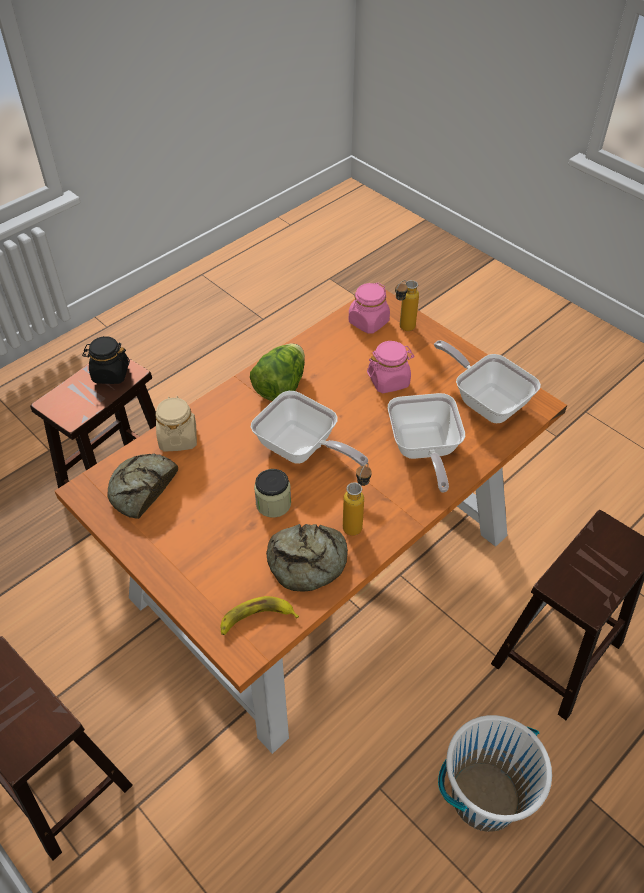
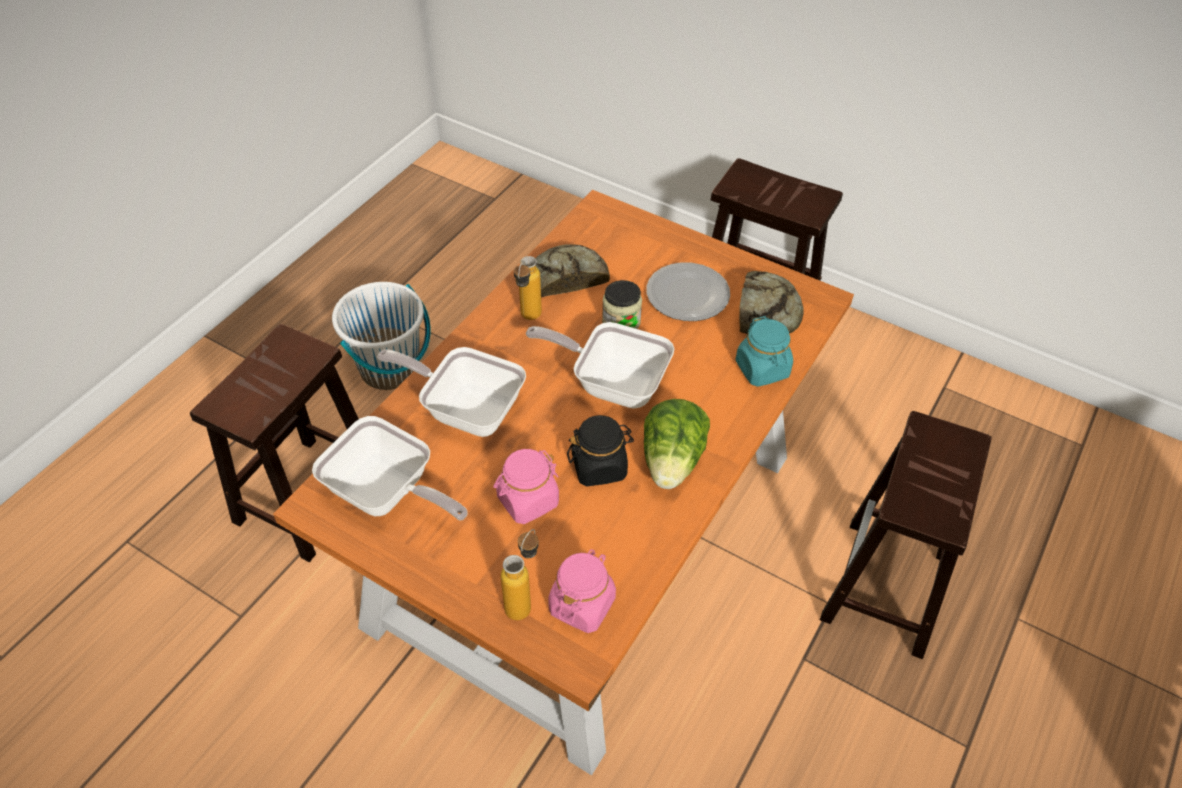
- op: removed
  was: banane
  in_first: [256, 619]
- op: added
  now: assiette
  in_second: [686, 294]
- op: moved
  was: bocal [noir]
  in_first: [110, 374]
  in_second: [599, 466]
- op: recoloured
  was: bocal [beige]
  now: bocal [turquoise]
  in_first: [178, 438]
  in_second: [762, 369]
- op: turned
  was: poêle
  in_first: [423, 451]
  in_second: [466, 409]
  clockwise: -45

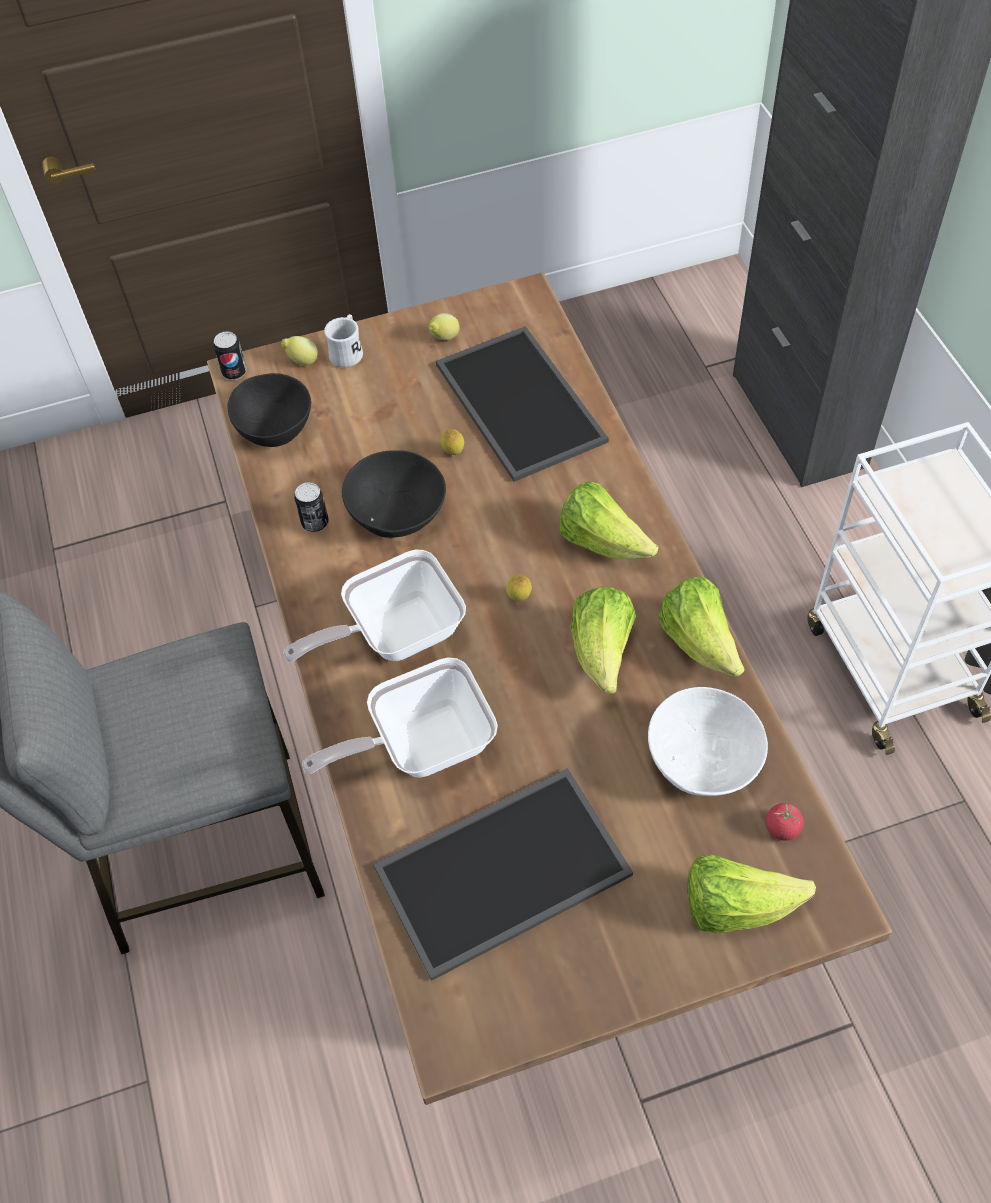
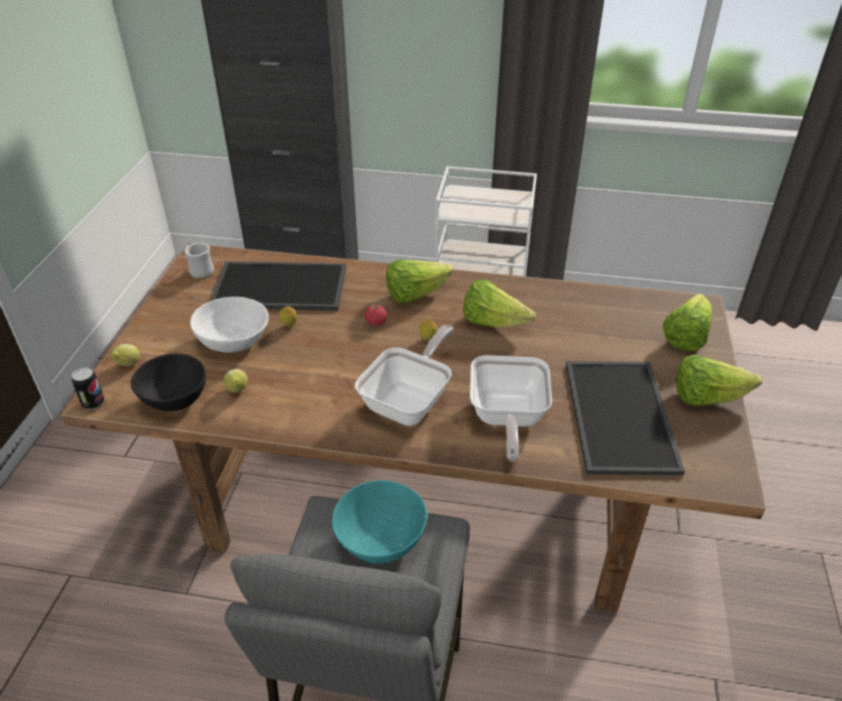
- op: removed
  was: boîte métallique
  in_first: [315, 523]
- op: removed
  was: bol [noir]
  in_first: [397, 513]
- op: added
  now: bol [turquoise]
  in_second: [380, 538]
- op: moved
  was: mug [blanc]
  in_first: [348, 352]
  in_second: [199, 270]
- op: moved
  was: citron
  in_first: [444, 338]
  in_second: [237, 391]
- op: moved
  was: bol [blanc]
  in_first: [703, 759]
  in_second: [233, 340]
- op: moved
  was: laitue
  in_first: [699, 642]
  in_second: [706, 397]
- op: moved
  was: tomate
  in_first: [782, 828]
  in_second: [376, 322]
- op: turned
  was: poêle
  in_first: [395, 634]
  in_second: [410, 401]
  clockwise: -150

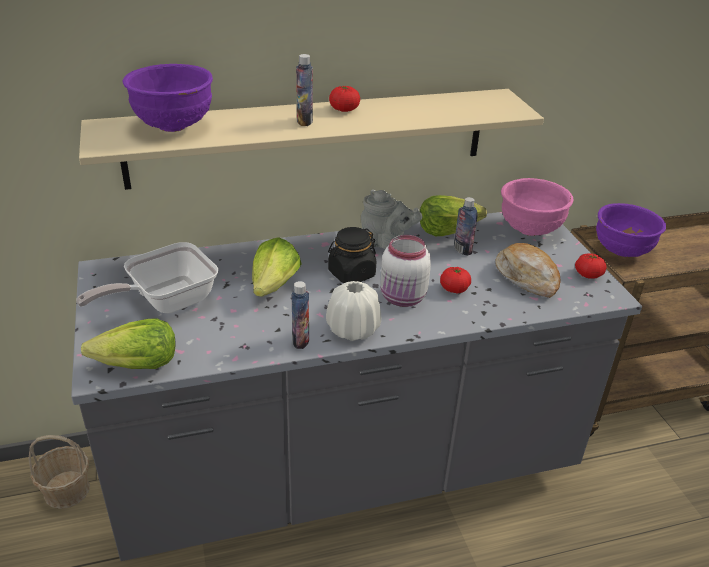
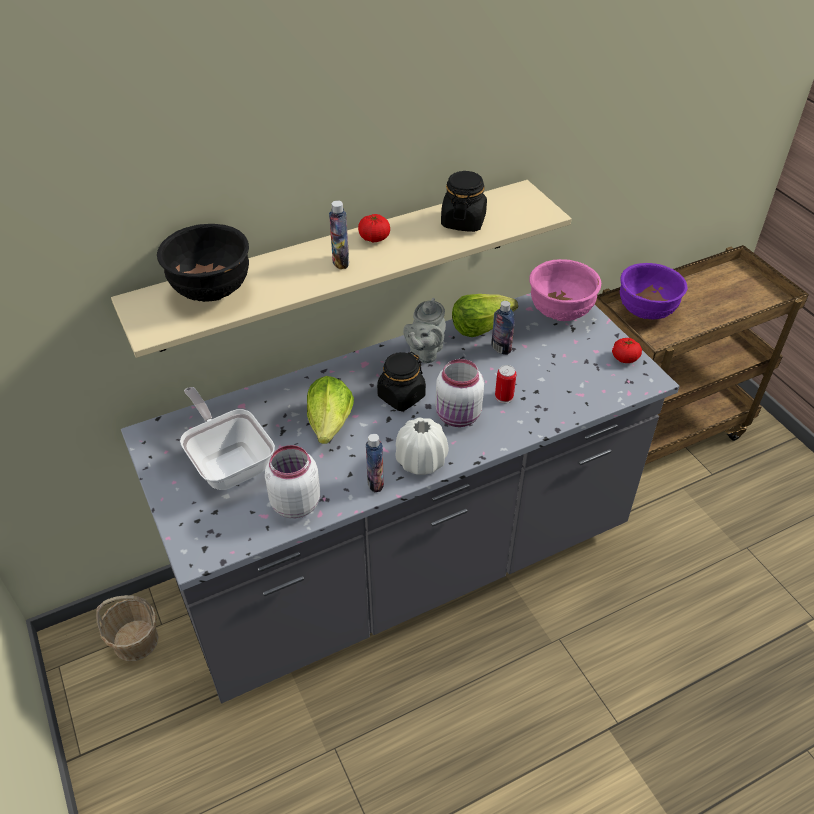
- op: removed
  was: laitue
  in_first: [137, 365]
- op: removed
  was: pain
  in_first: [527, 277]
- op: added
  now: bocal [blanc]
  in_second: [294, 503]
- op: added
  now: bocal [noir]
  in_second: [463, 221]
- op: replaced
  was: tomate
  now: boîte métallique
  in_first: [454, 289]
  in_second: [504, 397]
- op: recoloured
  was: bol [violet]
  now: bol [noir]
  in_first: [174, 126]
  in_second: [211, 291]
- op: turned
  was: poêle
  in_first: [165, 302]
  in_second: [229, 462]
  clockwise: 105
- op: turned
  was: théière [gris]
  in_first: [386, 243]
  in_second: [424, 352]
  clockwise: 105

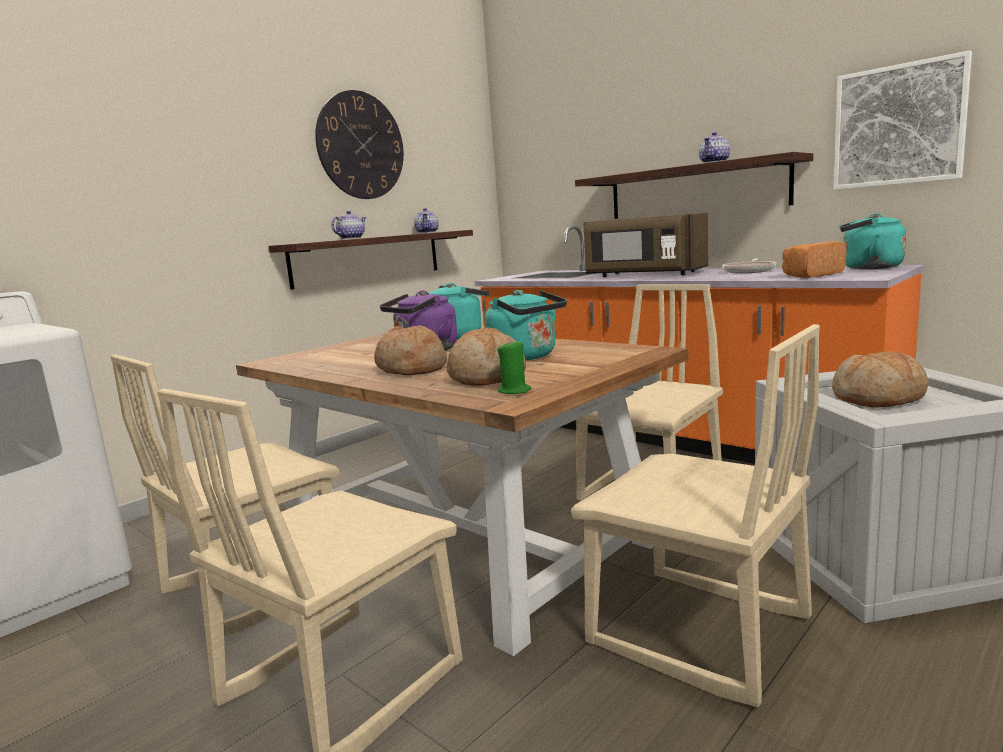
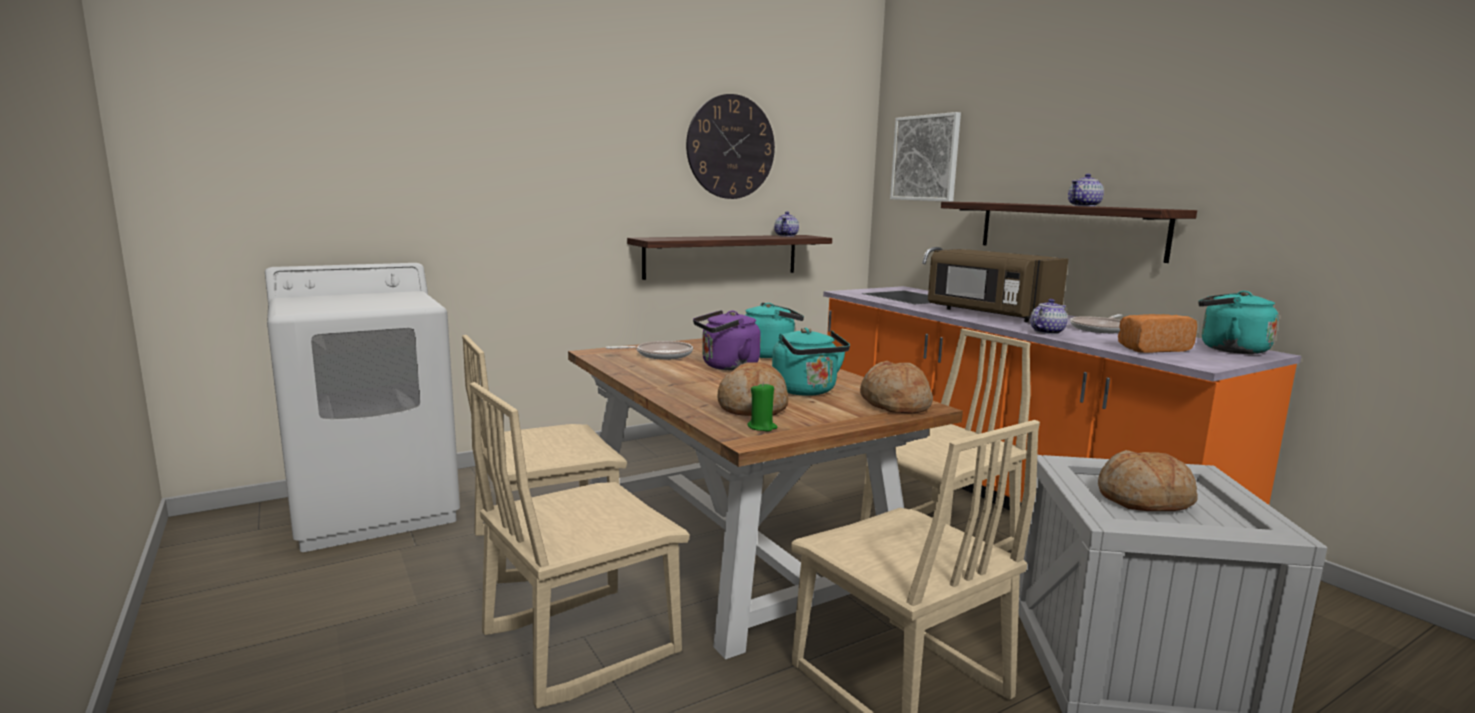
- op: added
  now: poêle
  in_second: [660, 355]
- op: moved
  was: théière
  in_first: [351, 238]
  in_second: [1047, 332]
- op: moved
  was: pain
  in_first: [411, 369]
  in_second: [895, 404]
- op: moved
  was: tableau
  in_first: [898, 125]
  in_second: [925, 158]

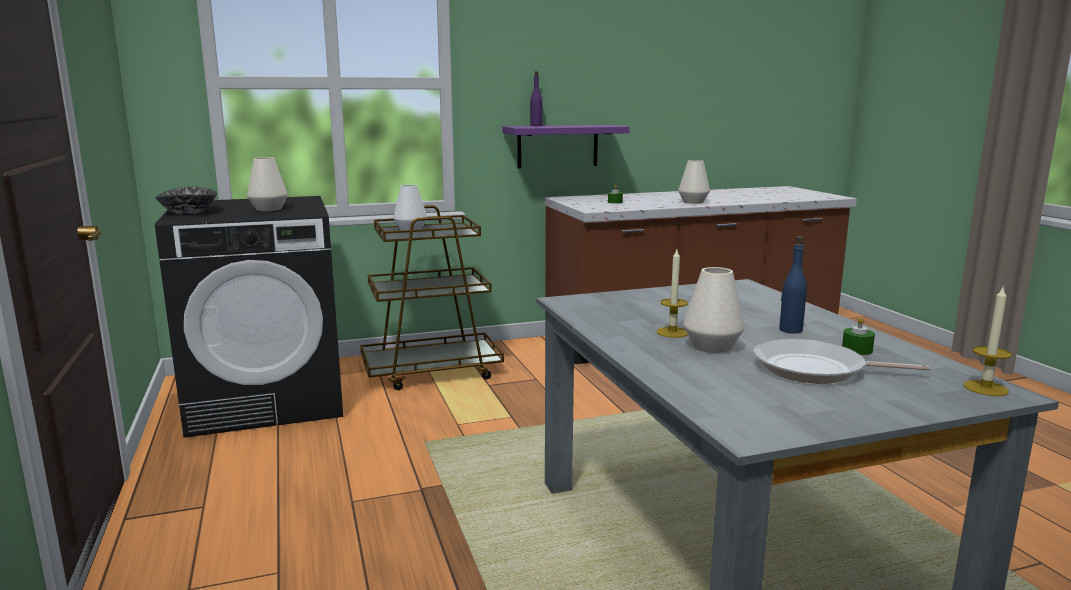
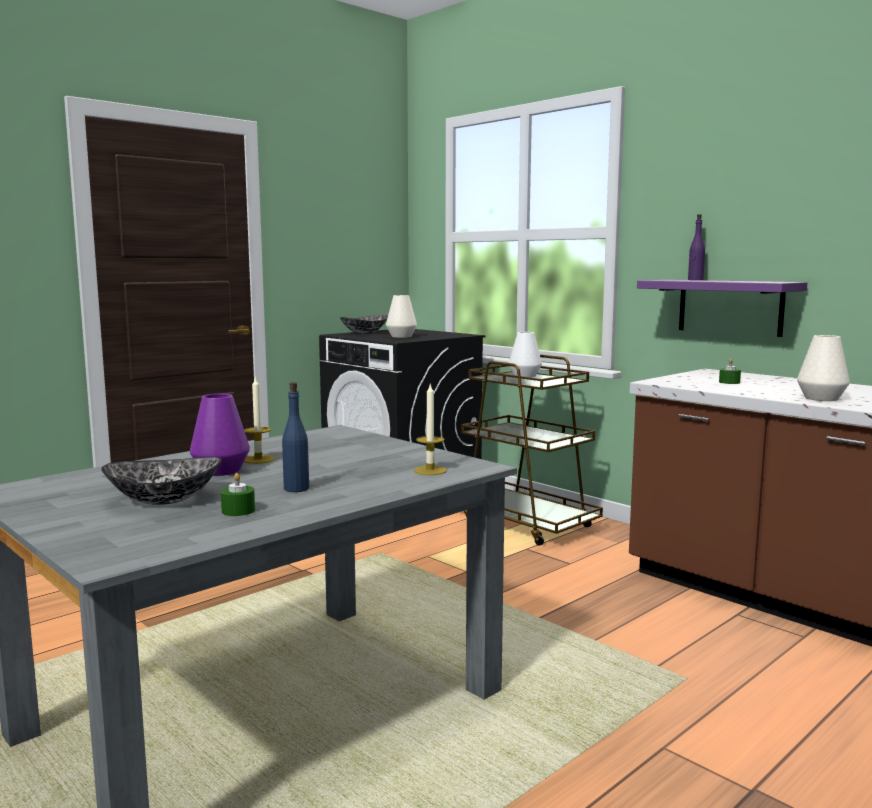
- op: moved
  was: bougie
  in_first: [985, 388]
  in_second: [430, 470]
- op: replaced
  was: poêle
  now: bol
  in_first: [815, 369]
  in_second: [164, 500]
- op: recoloured
  was: vase [blanc]
  now: vase [violet]
  in_first: [712, 346]
  in_second: [221, 471]

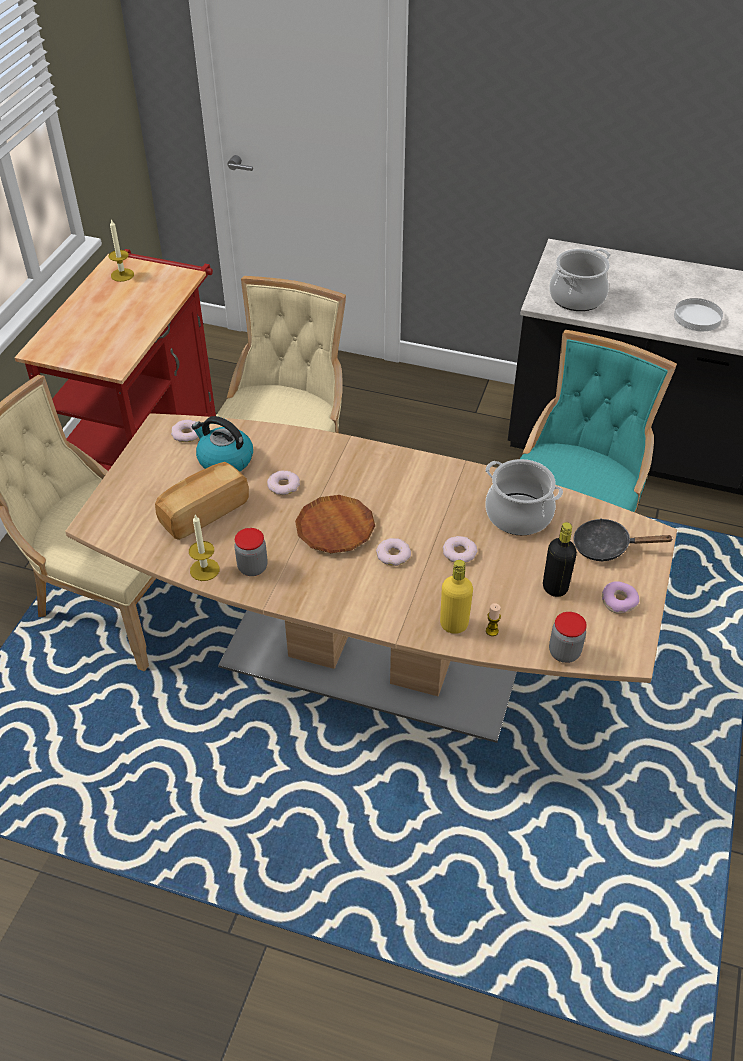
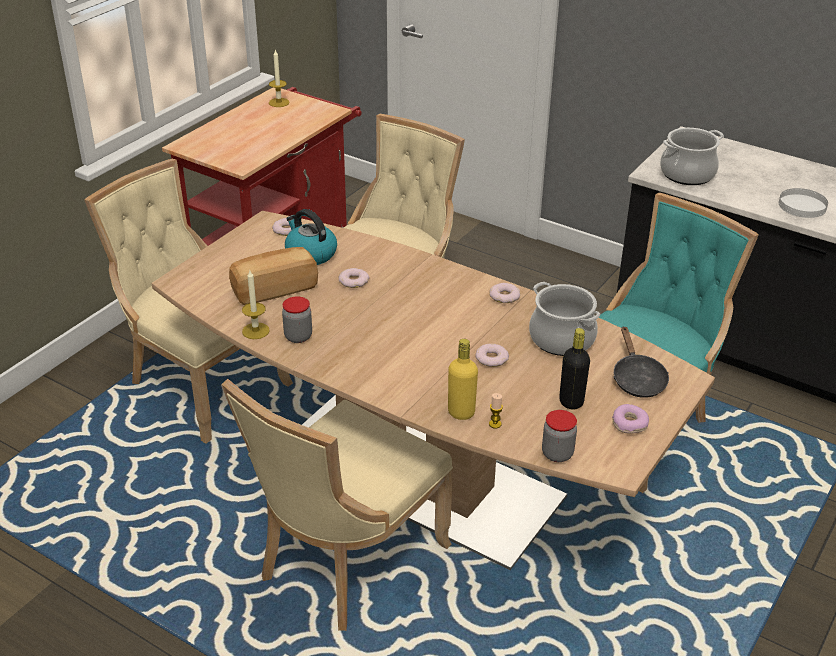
- op: removed
  was: assiette [marron]
  in_first: [335, 528]
- op: added
  now: chaise [beige]
  in_second: [346, 562]
- op: moved
  was: beignet
  in_first: [393, 555]
  in_second: [504, 296]
- op: turned
  was: poêle [noir]
  in_first: [607, 547]
  in_second: [637, 379]
  clockwise: -120

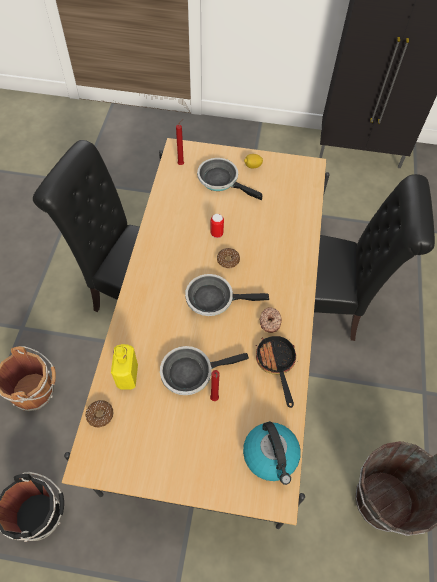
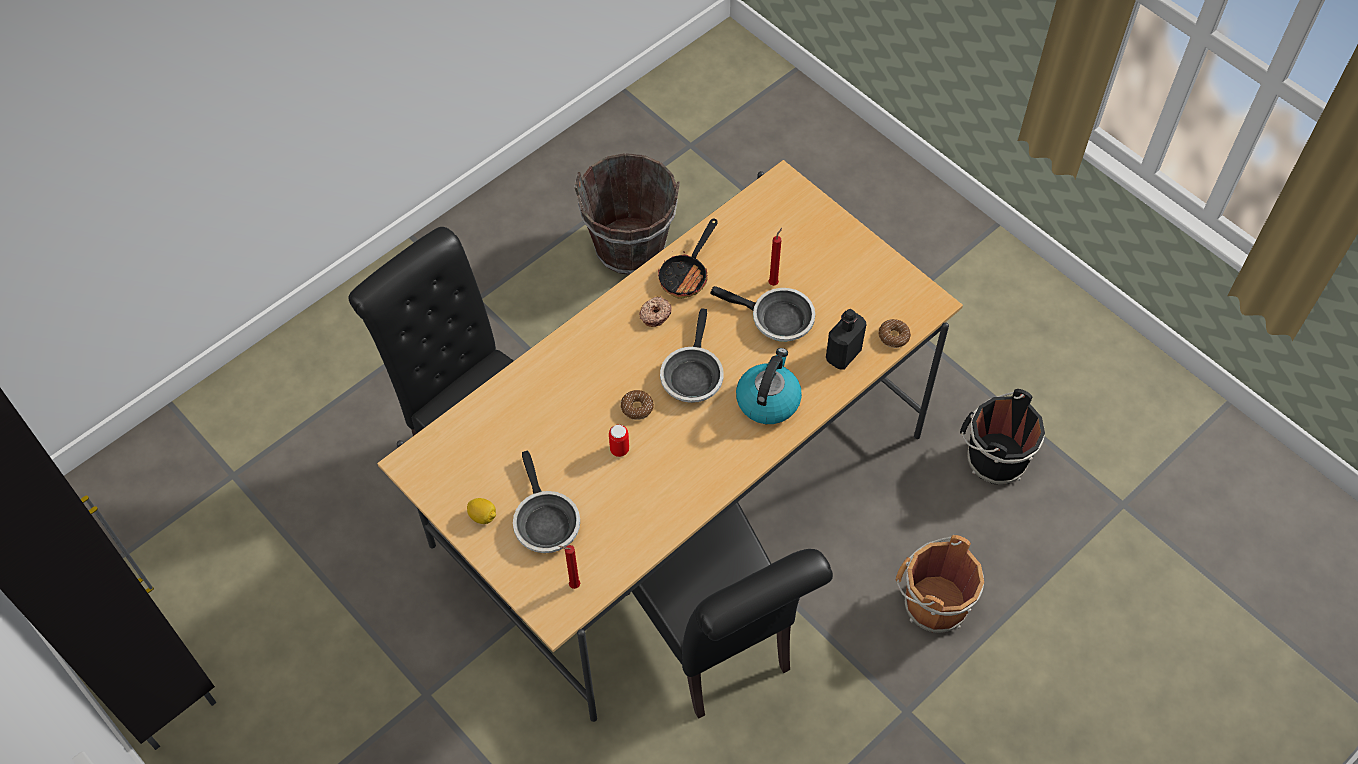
- op: moved
  was: bouilloire
  in_first: [271, 456]
  in_second: [768, 400]
- op: recoloured
  was: bouteille [jaune]
  now: bouteille [noir]
  in_first: [127, 376]
  in_second: [843, 355]
- op: turned
  was: poêle
  in_first: [214, 299]
  in_second: [692, 375]
  clockwise: 60

